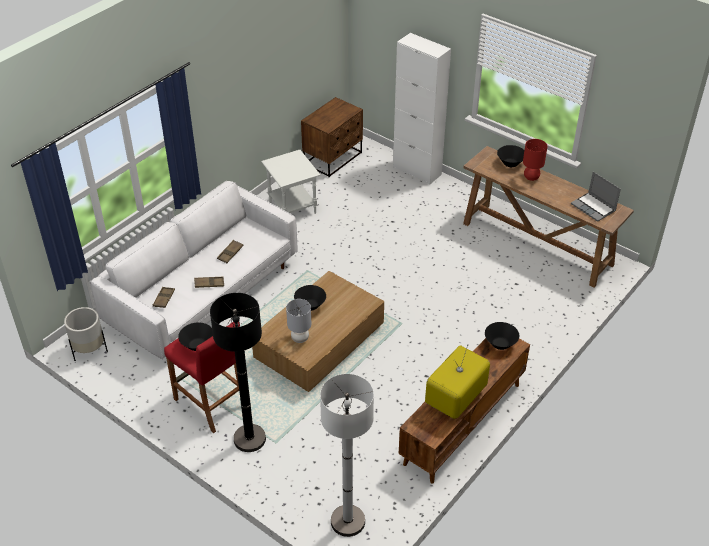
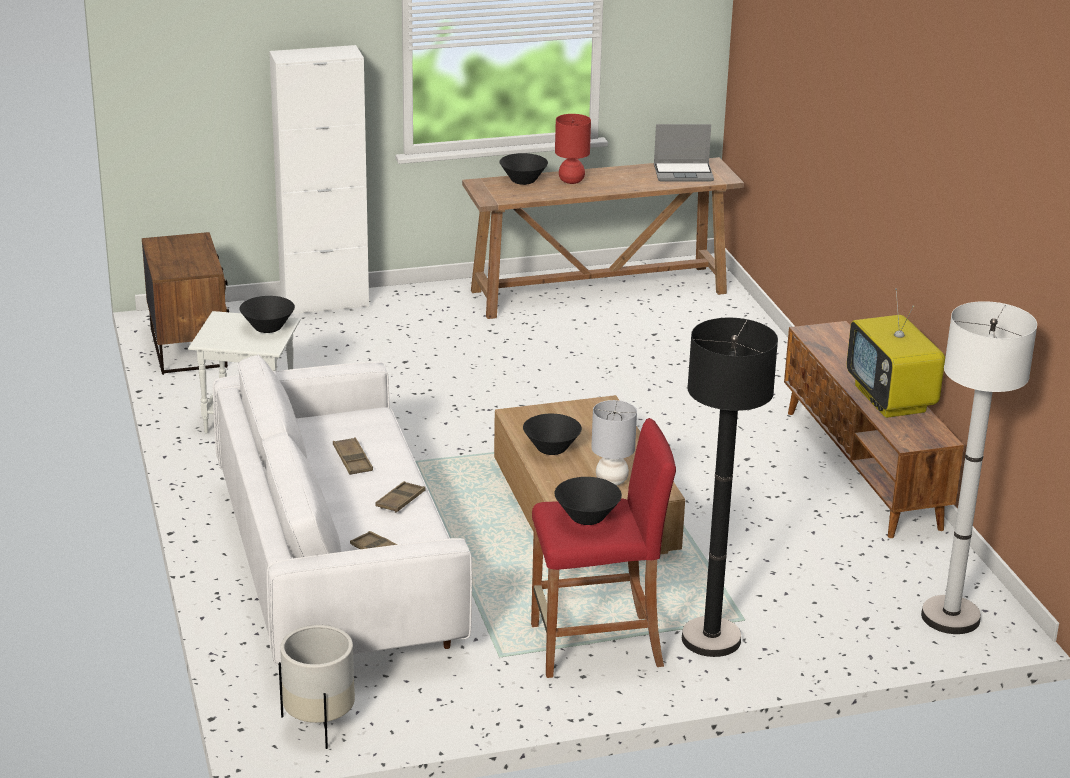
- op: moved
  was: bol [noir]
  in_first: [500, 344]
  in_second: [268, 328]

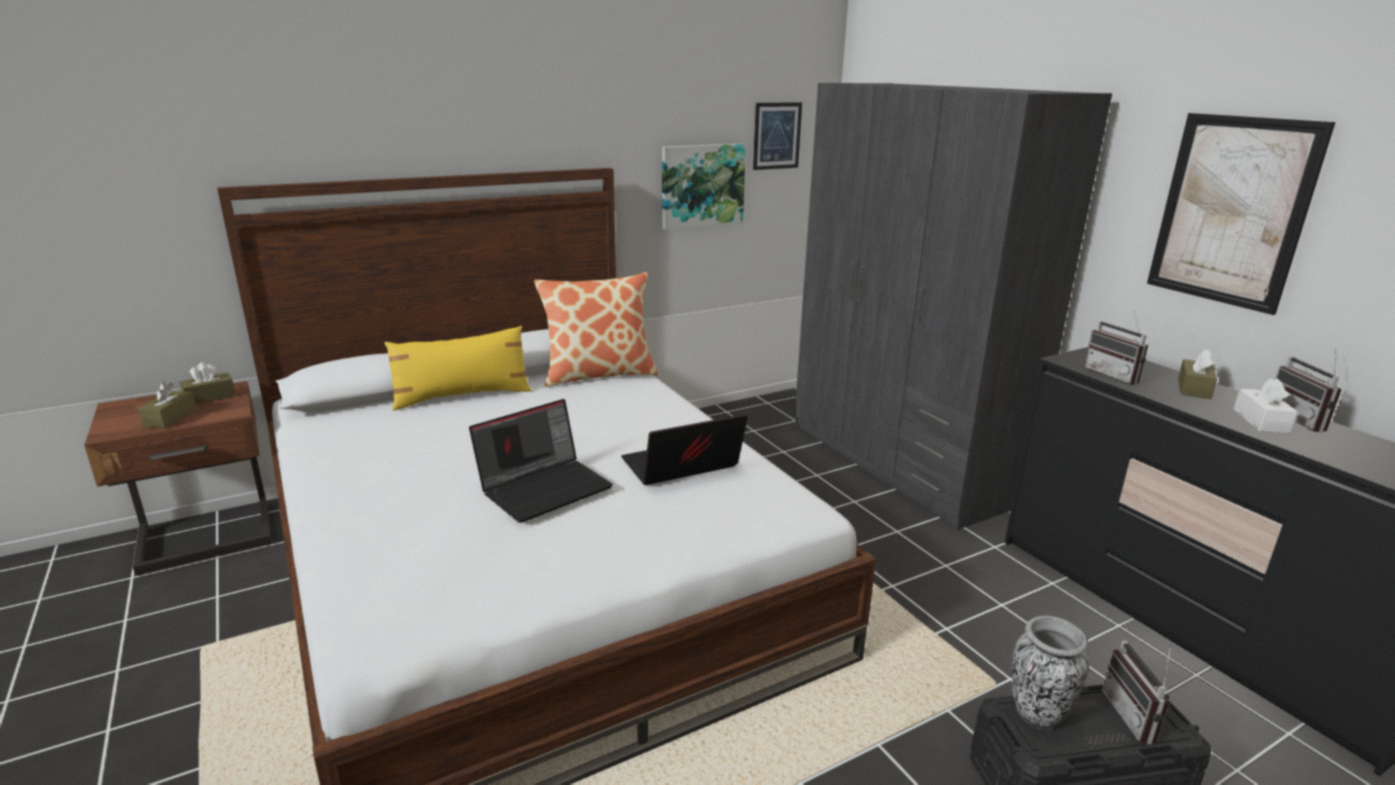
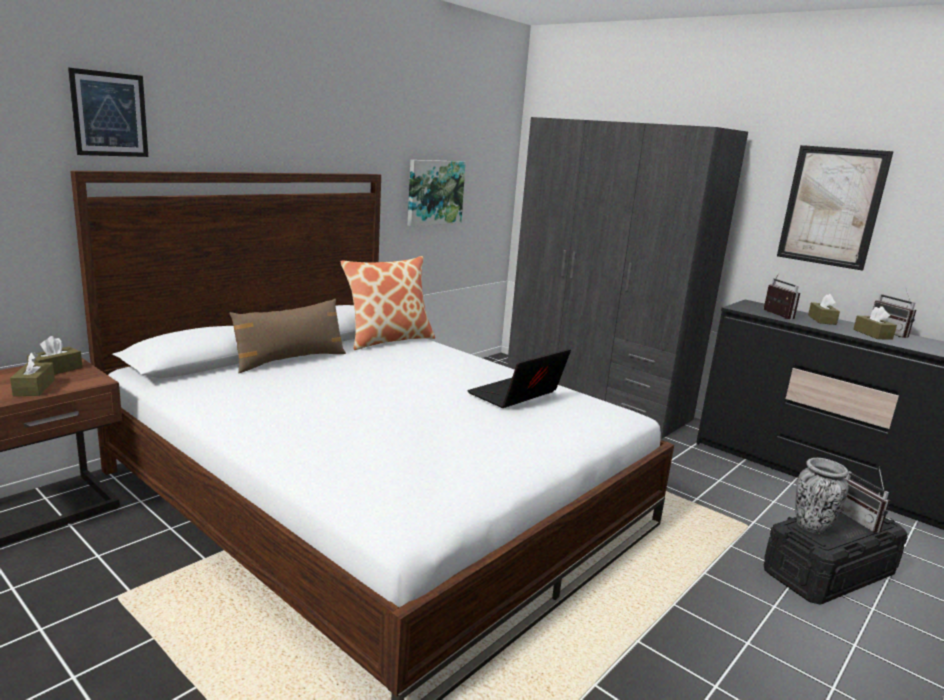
- op: removed
  was: ordinateur portable
  in_first: [545, 487]
- op: moved
  was: tableau
  in_first: [777, 136]
  in_second: [110, 114]
- op: recoloured
  was: coussin [jaune]
  now: coussin [marron]
  in_first: [462, 396]
  in_second: [290, 360]
- op: recoloured
  was: boîte à mouchoirs [blanc]
  now: boîte à mouchoirs [marron]
  in_first: [1260, 421]
  in_second: [872, 334]
- op: turned
  was: radio
  in_first: [1115, 375]
  in_second: [774, 315]
  clockwise: -150

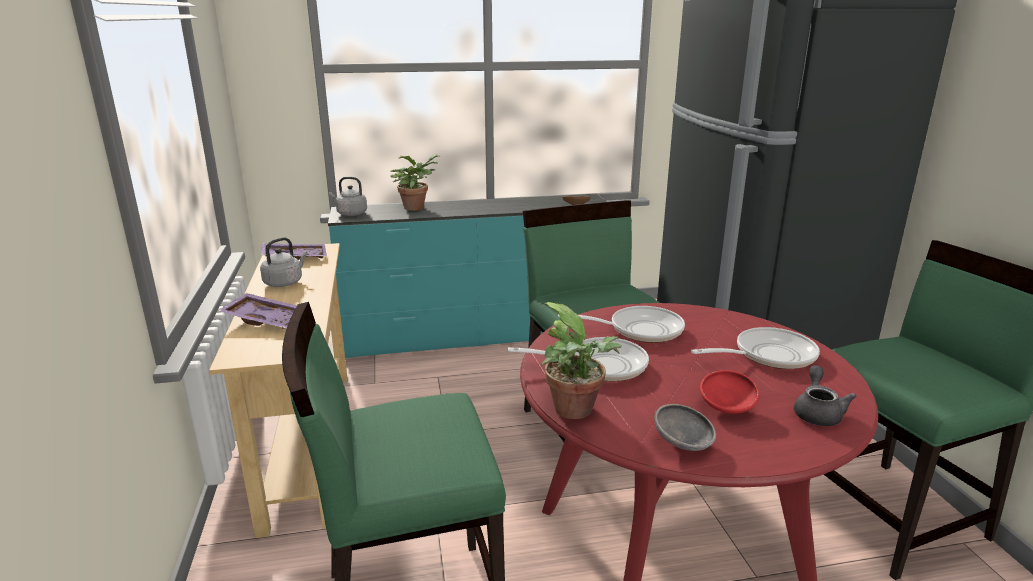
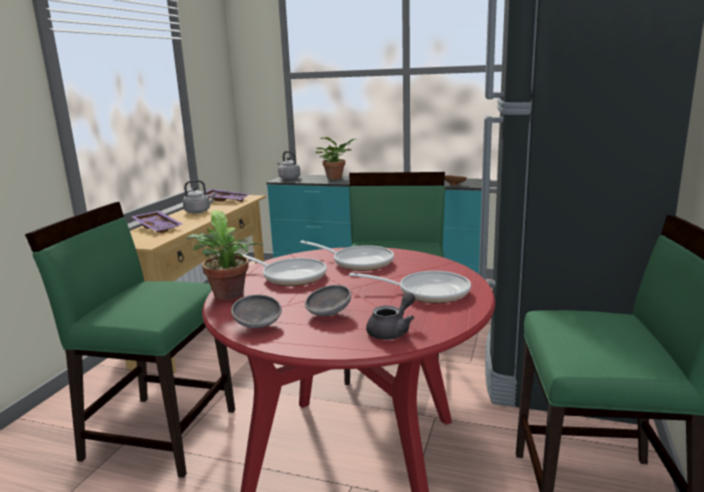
- op: recoloured
  was: bol [rouge]
  now: bol [gris]
  in_first: [726, 408]
  in_second: [328, 314]

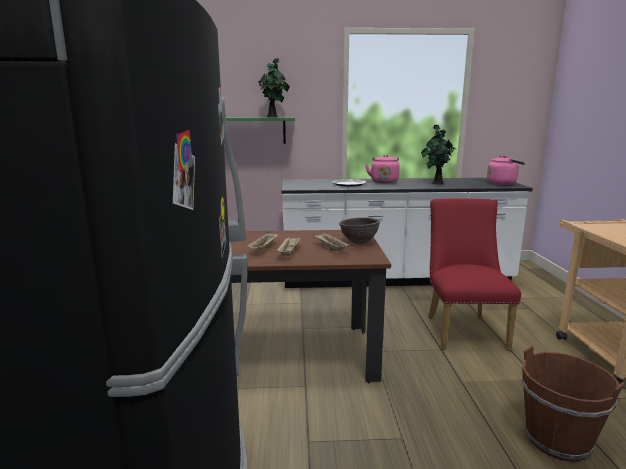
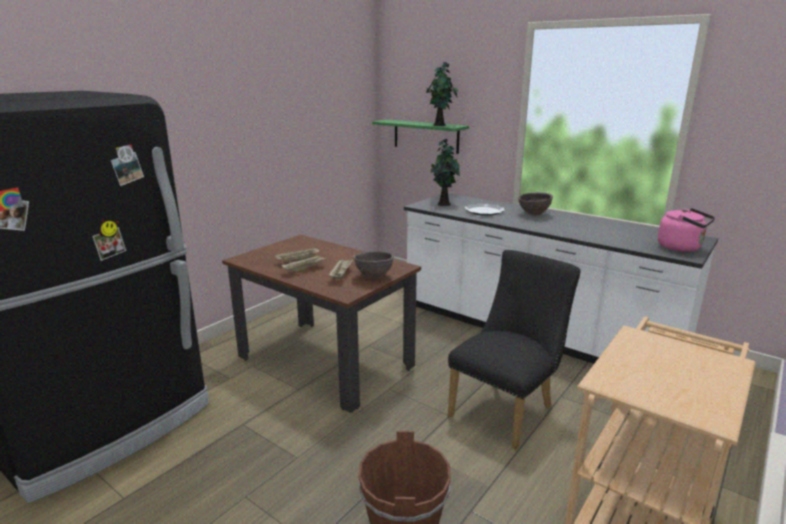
- op: moved
  was: plante en pot
  in_first: [436, 183]
  in_second: [443, 204]
- op: replaced
  was: bouilloire [rose]
  now: bol [marron]
  in_first: [384, 181]
  in_second: [533, 215]
- op: recoloured
  was: chaise [rouge]
  now: chaise [noir]
  in_first: [463, 329]
  in_second: [507, 409]

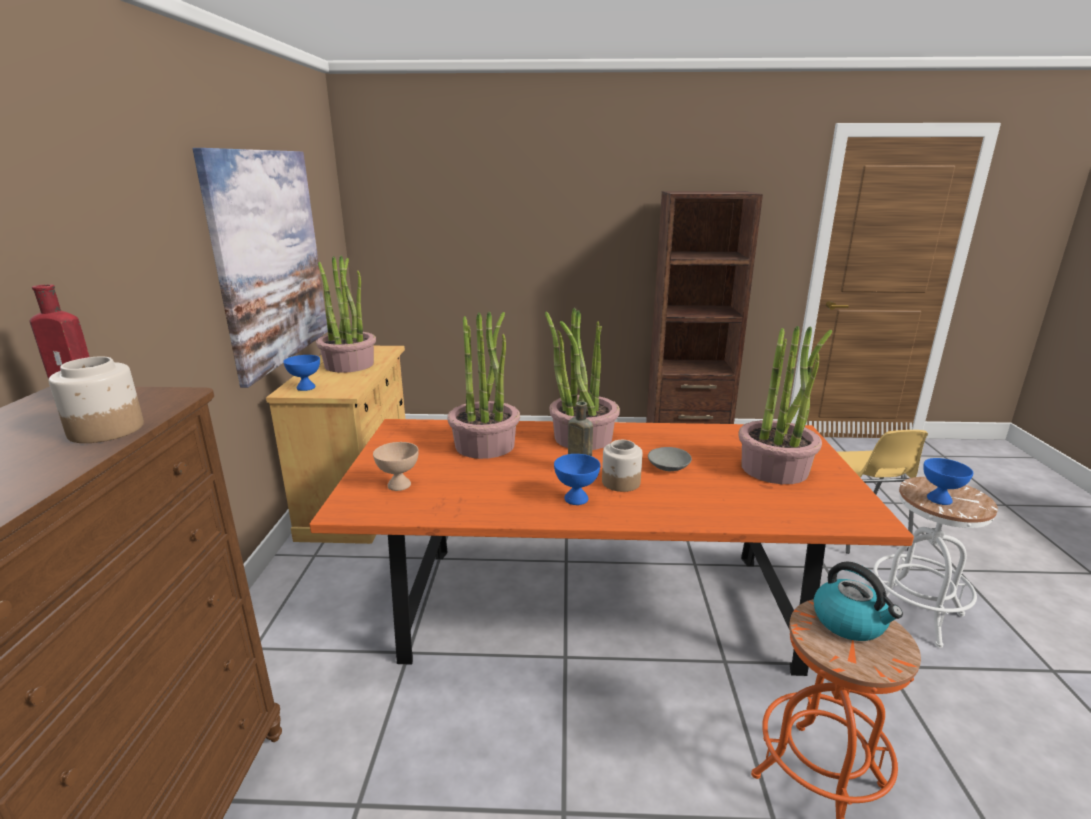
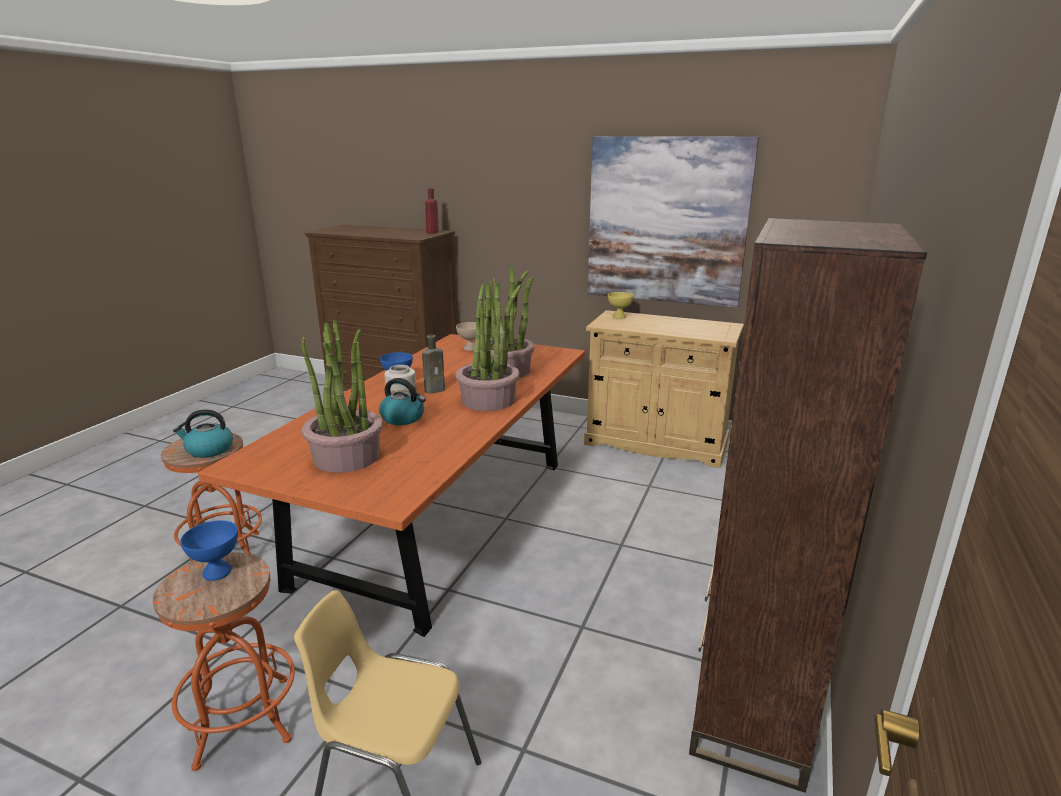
- op: removed
  was: bocal
  in_first: [105, 430]
- op: removed
  was: plante en pot
  in_first: [349, 364]
- op: replaced
  was: bol [gris]
  now: bouilloire
  in_first: [668, 466]
  in_second: [403, 418]
- op: recoloured
  was: bol [bleu]
  now: bol [jaune]
  in_first: [305, 388]
  in_second: [619, 316]
- op: recoloured
  was: tabouret [blanc]
  now: tabouret [orange]
  in_first: [914, 613]
  in_second: [243, 721]

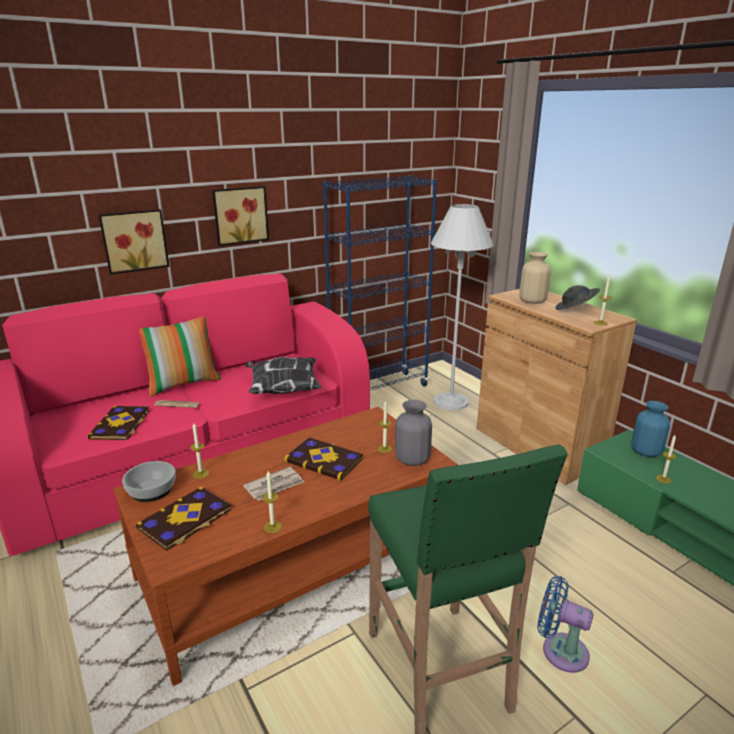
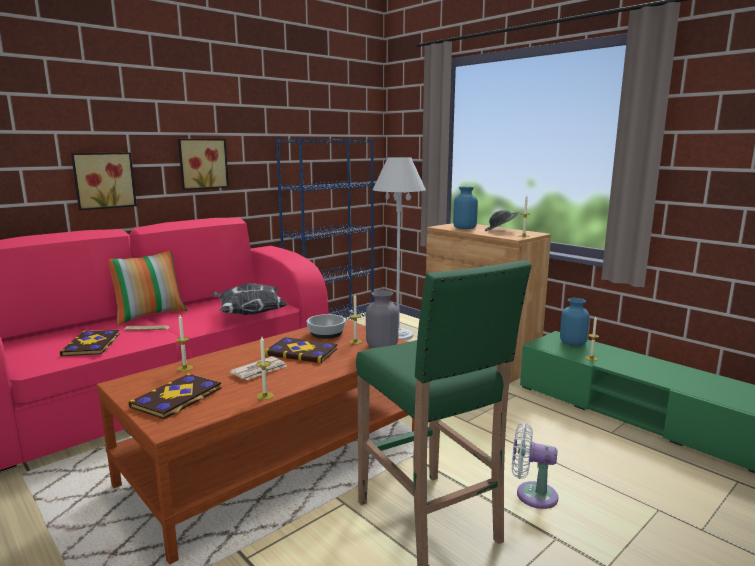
- op: moved
  was: bol
  in_first: [151, 490]
  in_second: [326, 333]
- op: recoloured
  was: vase [beige]
  now: vase [bleu]
  in_first: [532, 301]
  in_second: [464, 228]
- op: recoloured
  was: ventilateur [bleu]
  now: ventilateur [blanc]
  in_first: [560, 650]
  in_second: [532, 494]

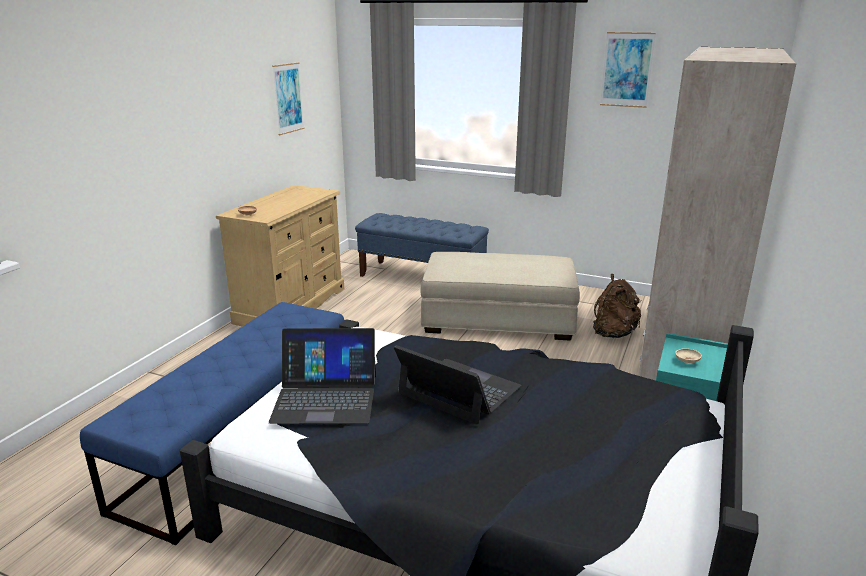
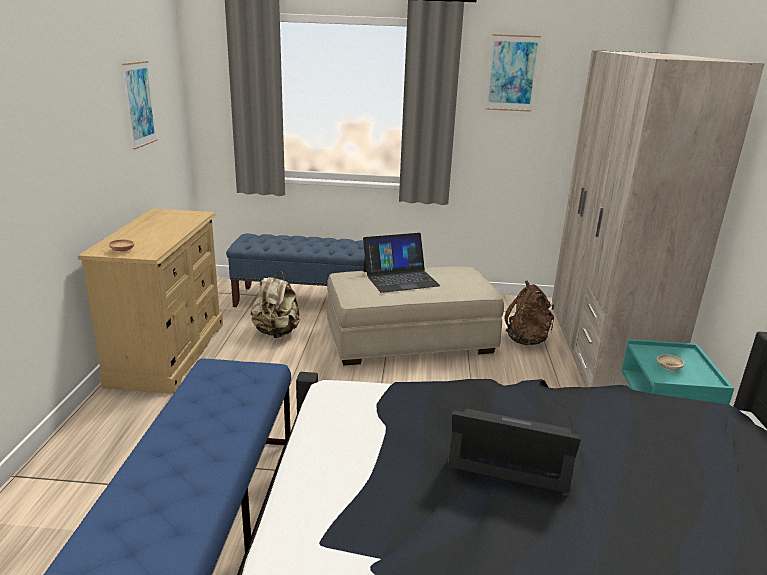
- op: added
  now: sac à dos [beige]
  in_second: [277, 332]
- op: moved
  was: ordinateur portable
  in_first: [325, 397]
  in_second: [400, 278]

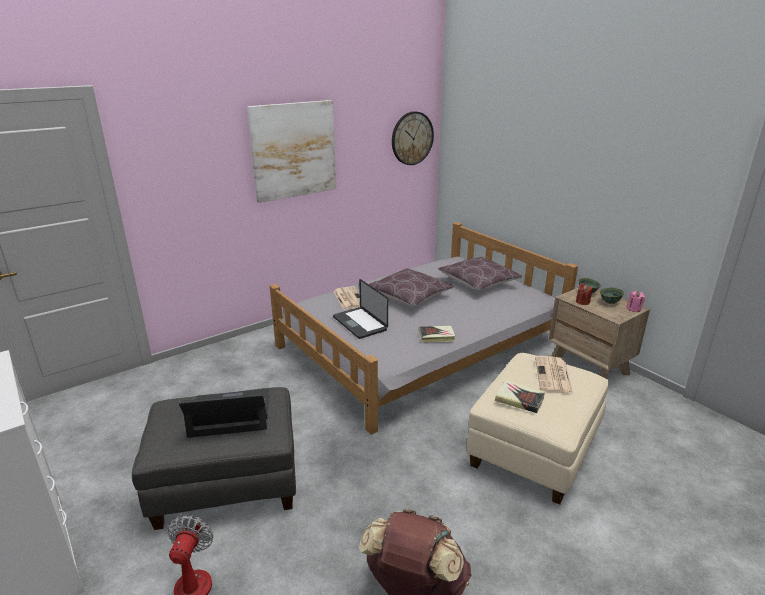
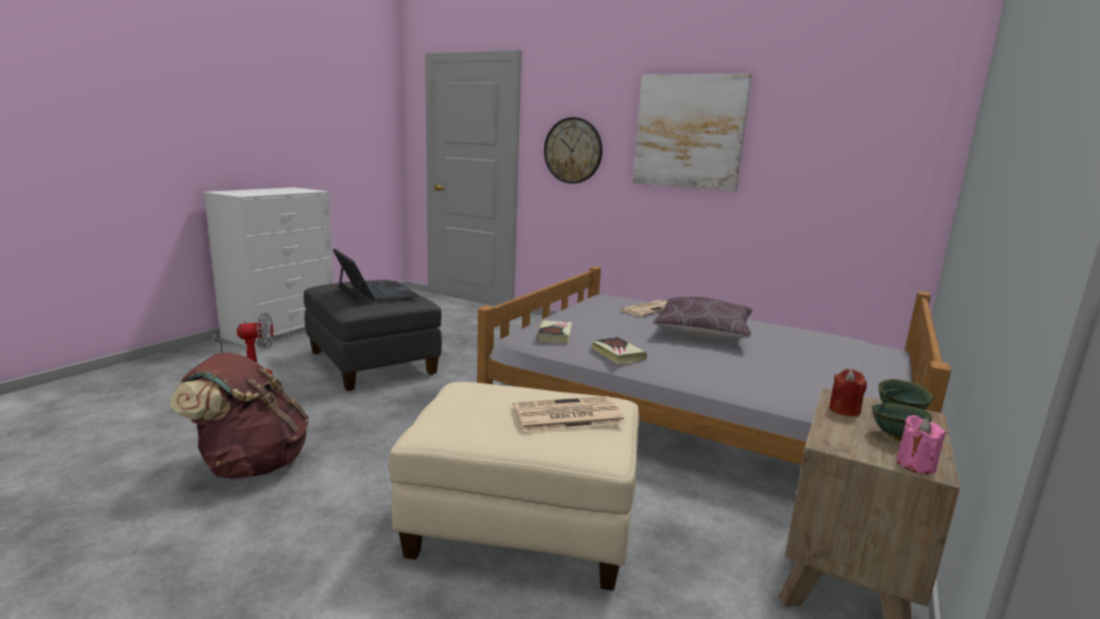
- op: removed
  was: ordinateur portable
  in_first: [360, 323]
- op: removed
  was: coussin [marron]
  in_first: [478, 282]
- op: moved
  was: horloge murale
  in_first: [412, 138]
  in_second: [573, 150]
- op: moved
  was: livre
  in_first: [519, 399]
  in_second: [554, 335]

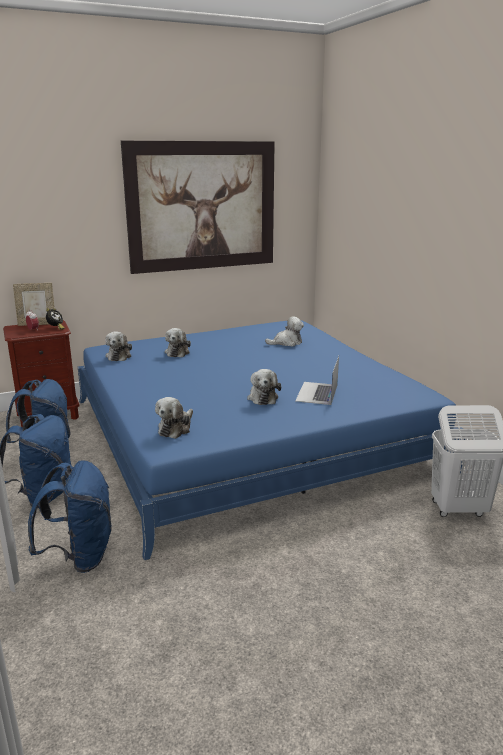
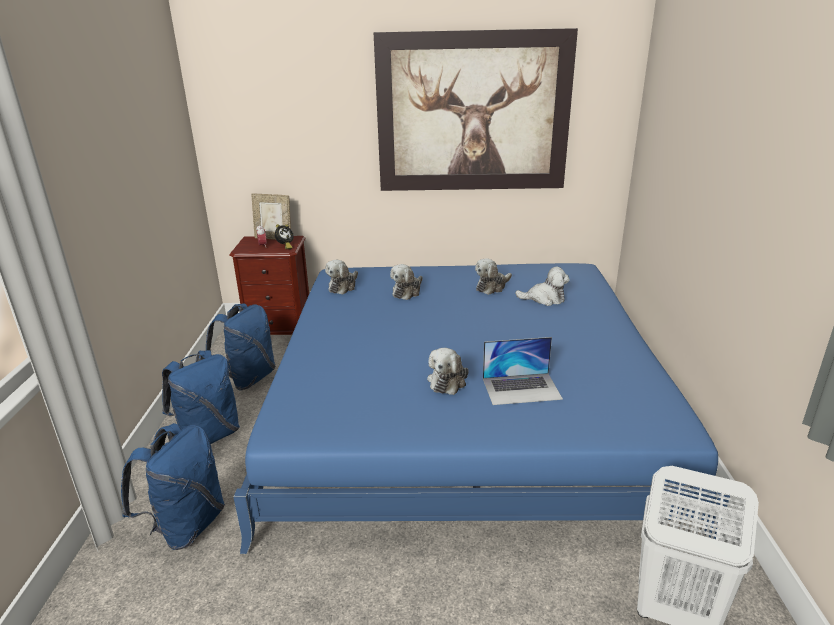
- op: moved
  was: peluche
  in_first: [176, 428]
  in_second: [492, 287]
- op: turned
  was: ordinateur portable
  in_first: [317, 393]
  in_second: [521, 388]
  clockwise: -135

